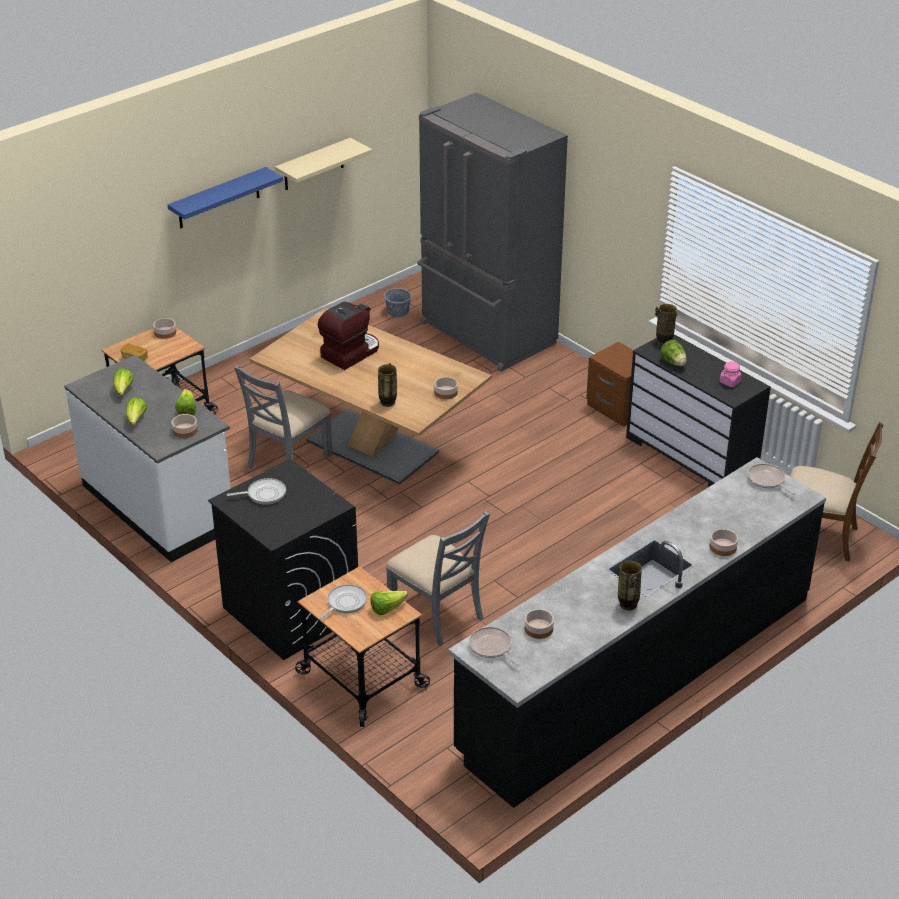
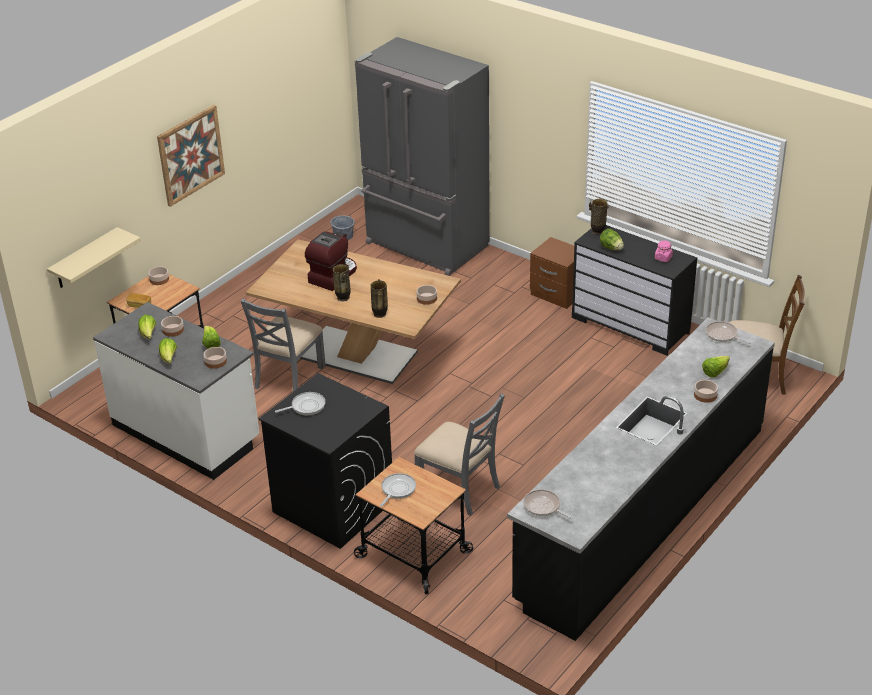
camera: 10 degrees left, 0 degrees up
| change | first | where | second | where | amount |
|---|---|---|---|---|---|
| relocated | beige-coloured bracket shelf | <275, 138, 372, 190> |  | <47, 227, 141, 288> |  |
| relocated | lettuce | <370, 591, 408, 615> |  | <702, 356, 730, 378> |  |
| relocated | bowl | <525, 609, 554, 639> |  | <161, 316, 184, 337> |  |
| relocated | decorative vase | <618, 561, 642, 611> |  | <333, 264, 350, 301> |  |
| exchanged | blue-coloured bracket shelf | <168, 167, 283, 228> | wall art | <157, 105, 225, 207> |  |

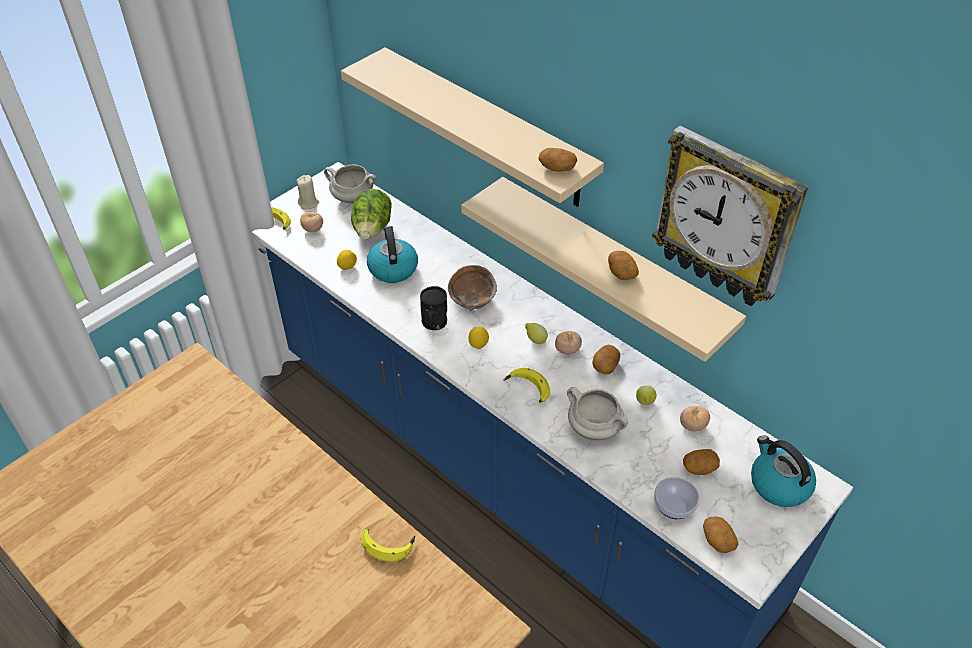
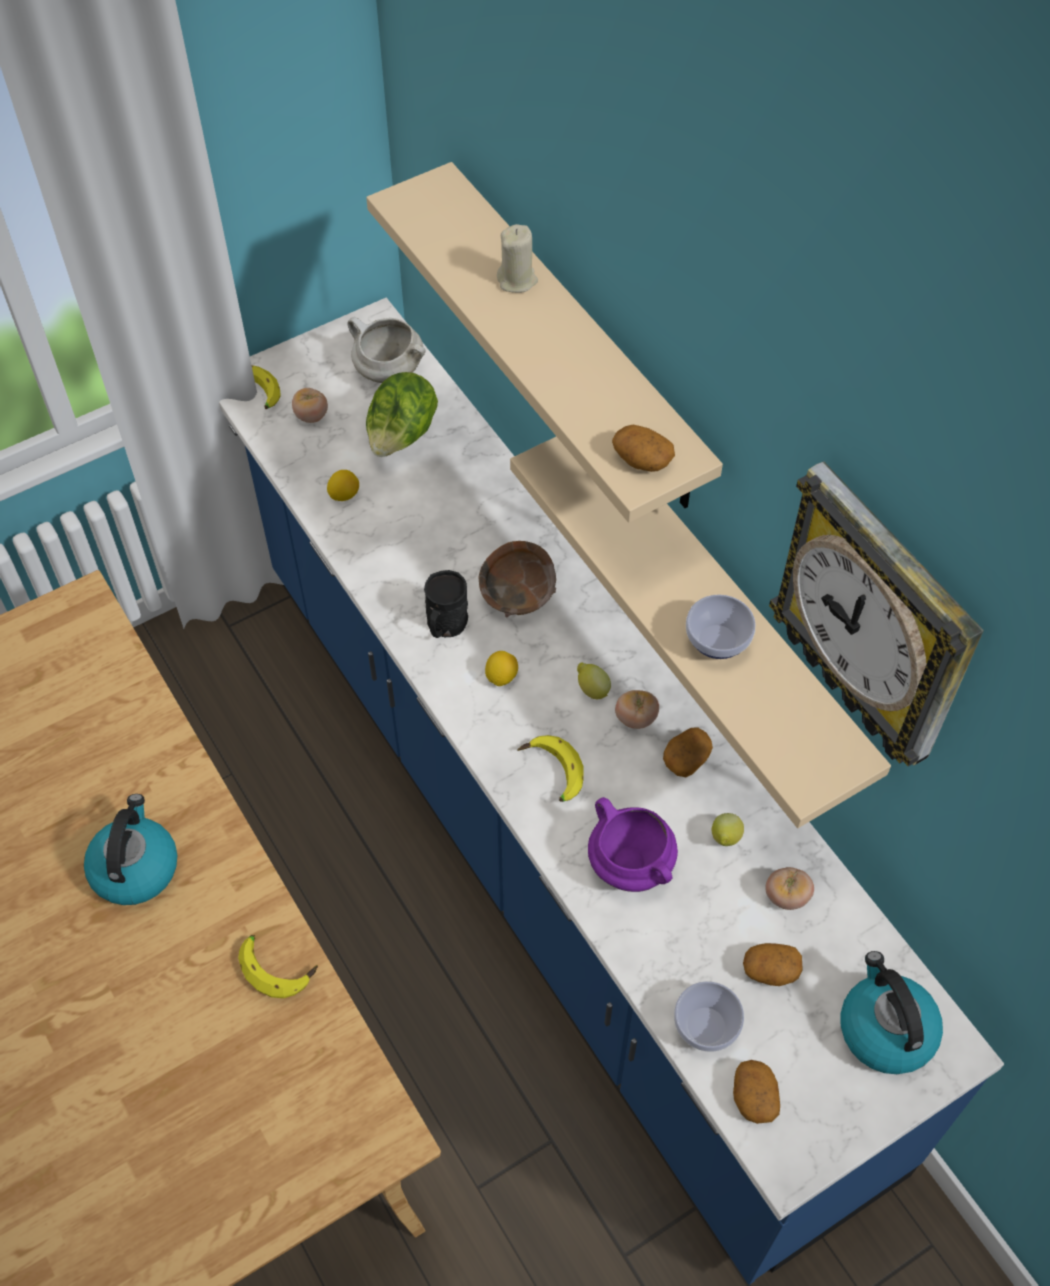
camera: 15 degrees right, 10 degrees up
| change | first | where | second | where | amount |
|---|---|---|---|---|---|
| relocated | beige-coloured candle | <296, 175, 319, 209> |  | <497, 224, 538, 293> |  |
| relocated | water kettle | <367, 226, 418, 283> |  | <84, 794, 177, 905> |  |
| exchanged | potato | <608, 251, 639, 280> | bowl | <686, 595, 755, 659> |  |
| colour | whitish cooking pot | <567, 387, 628, 440> | purple cooking pot | <588, 797, 678, 892> |  |

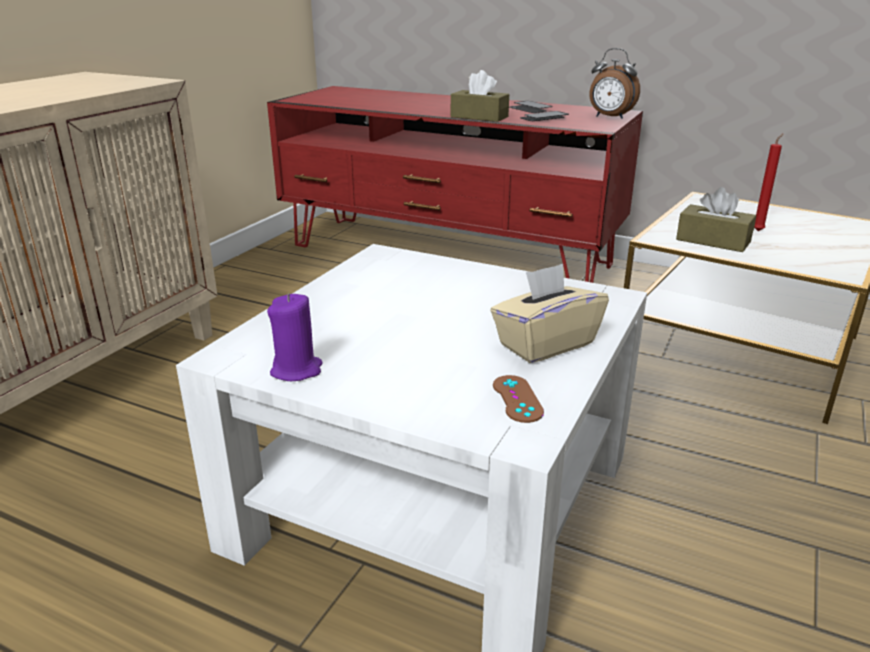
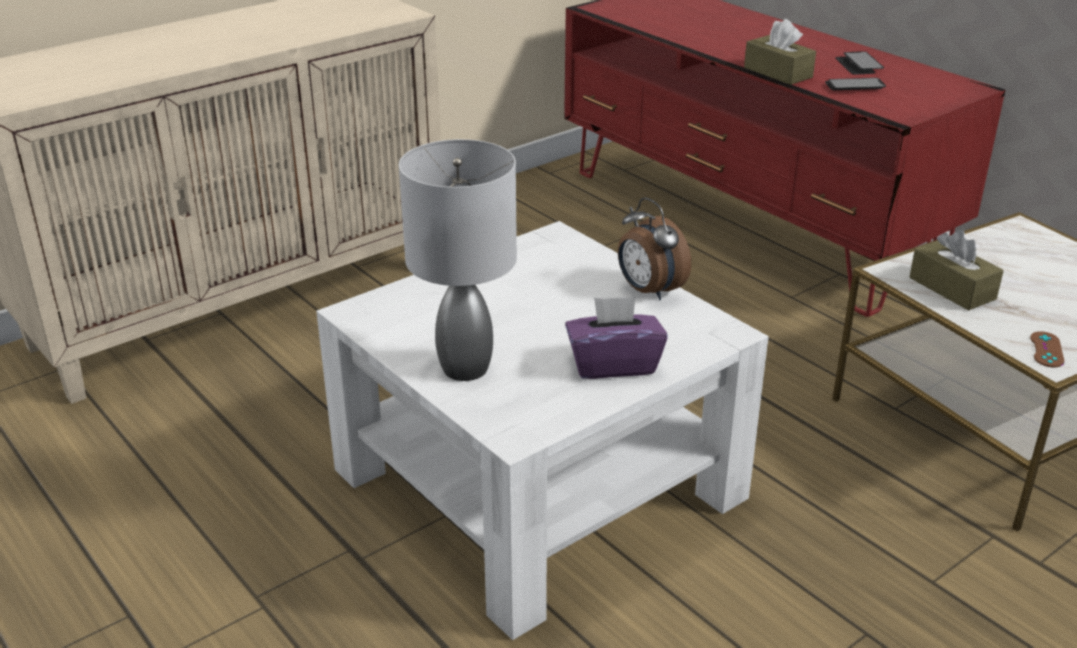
camera: 25 degrees right, 5 degrees up
| change | first | where | second | where | amount |
|---|---|---|---|---|---|
| missing | purple candle | <267, 293, 323, 381> |  |  |  |
| missing | red-coloured candle | <754, 133, 783, 231> |  |  |  |
| appeared |  |  | gray table lamp | <399, 139, 517, 381> |  |
| relocated | brown game controller | <493, 375, 544, 423> |  | <1030, 331, 1064, 368> |  |
| relocated | table clock | <589, 48, 640, 119> |  | <618, 197, 691, 300> |  |
| colour | beige-coloured tissue box | <490, 264, 609, 363> | purple tissue box | <565, 297, 668, 379> |  |

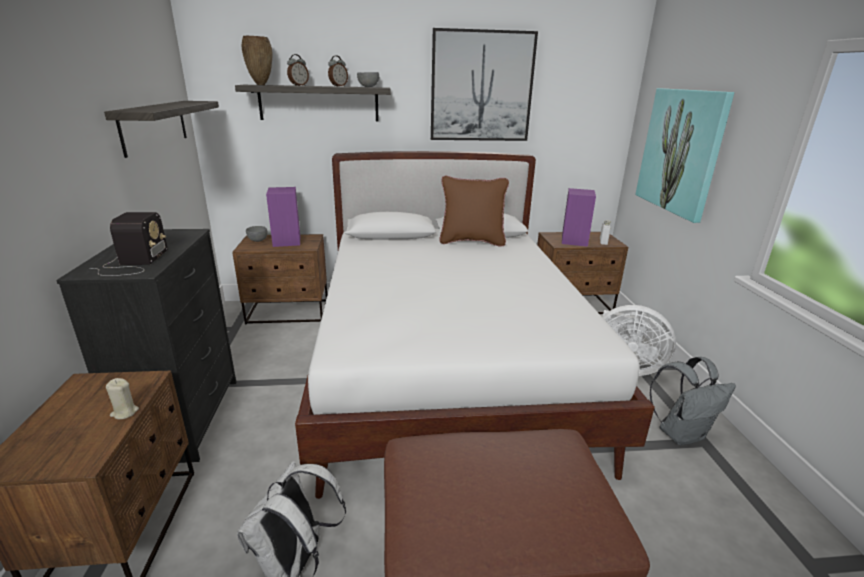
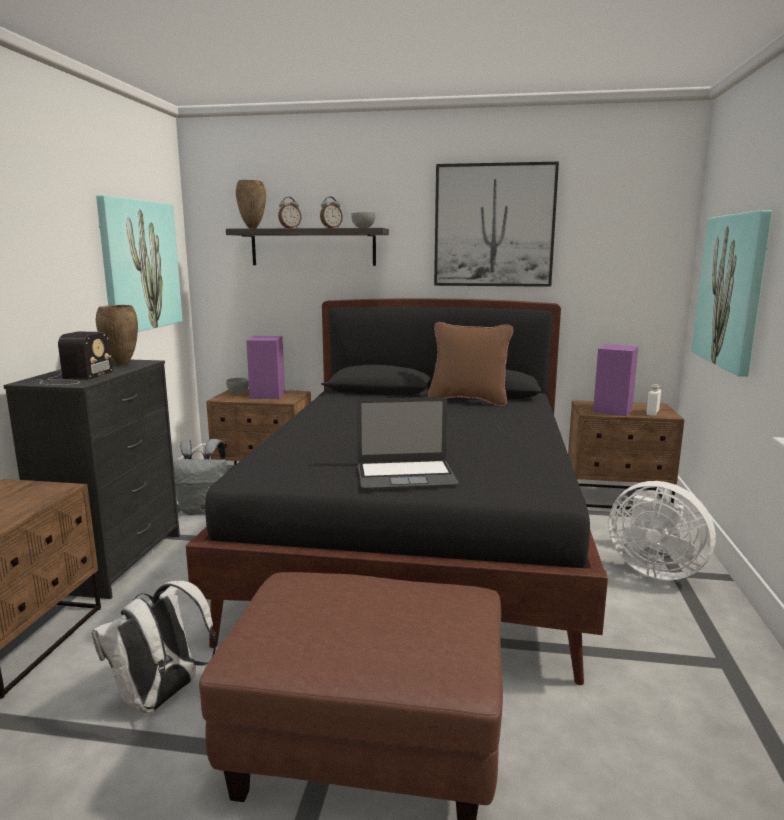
camera: 15 degrees right, 10 degrees down
| change | first | where | second | where | amount |
|---|---|---|---|---|---|
| missing | beige-coloured candle | <106, 378, 139, 419> |  |  |  |
| appeared |  |  | brown decorative vase | <96, 305, 138, 366> |  |
| appeared |  |  | notebook computer | <357, 397, 459, 489> |  |
| relocated | gray knapsack | <650, 357, 736, 445> |  | <173, 439, 227, 515> |  |
| exchanged | bracket shelf | <104, 101, 219, 158> | wall art | <96, 195, 183, 332> |  |
| colour | whitish sleeping bed | <295, 151, 655, 499> | black-coloured sleeping bed | <186, 298, 608, 685> |  |

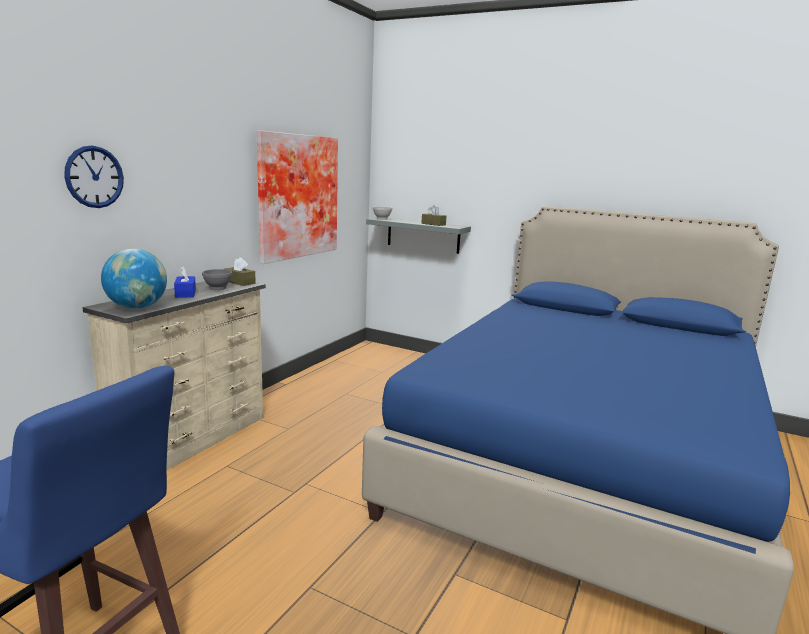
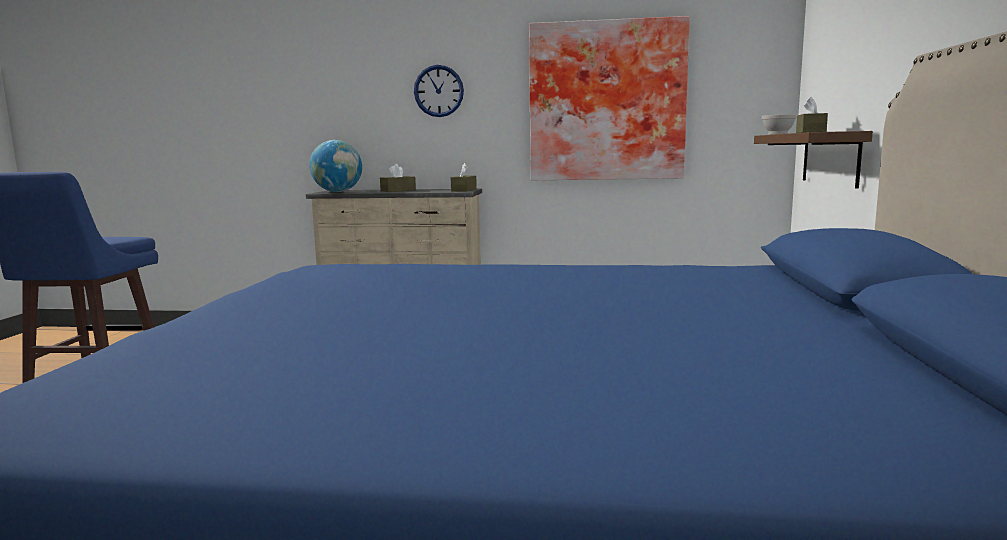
camera: 70 degrees right, 5 degrees down
| change | first | where | second | where | amount |
|---|---|---|---|---|---|
| missing | gray bowl | <202, 269, 232, 290> |  |  |  |
| relocated | clock on the wall | <64, 146, 124, 208> |  | <414, 65, 464, 117> |  |
| colour | blue-coloured tissue box | <174, 266, 196, 298> | brown tissue box | <380, 164, 416, 192> |  |
| colour | gray bracket shelf | <366, 218, 471, 254> | brown bracket shelf | <754, 131, 873, 189> |  |

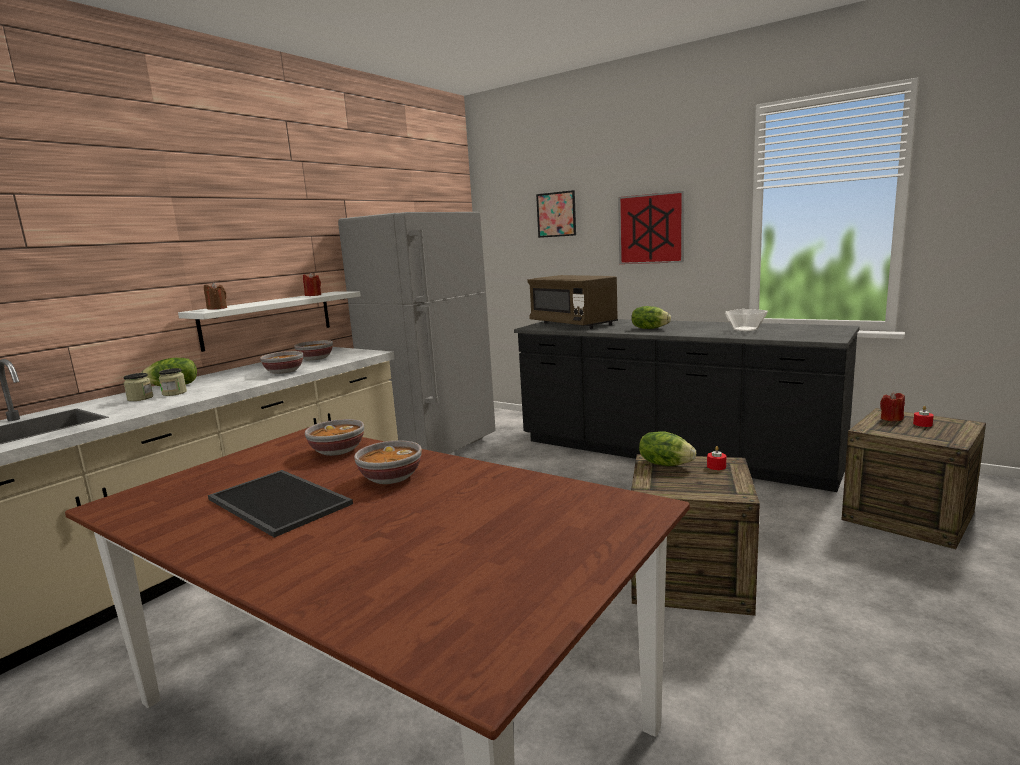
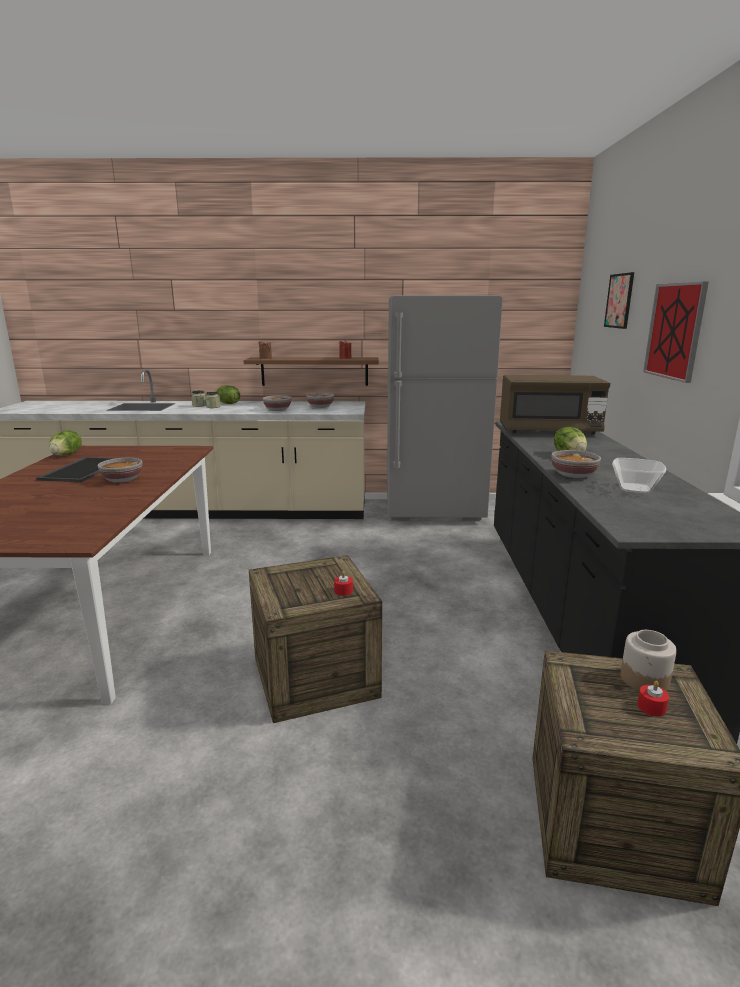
camera: 55 degrees right, 5 degrees up
| change | first | where | second | where | amount |
|---|---|---|---|---|---|
| relocated | bowl | <305, 419, 364, 456> |  | <551, 450, 601, 478> |  |
| relocated | lettuce | <639, 431, 696, 466> |  | <49, 430, 82, 456> |  |
| exchanged | red-coloured candle | <880, 392, 905, 421> | jar | <621, 630, 677, 691> |  |
| colour | whitish bracket shelf | <178, 291, 361, 352> | brown bracket shelf | <244, 357, 379, 386> |  |
| spun | brown microwave | <528, 275, 618, 329> |  | <500, 375, 610, 435> | 105 degrees counterclockwise |

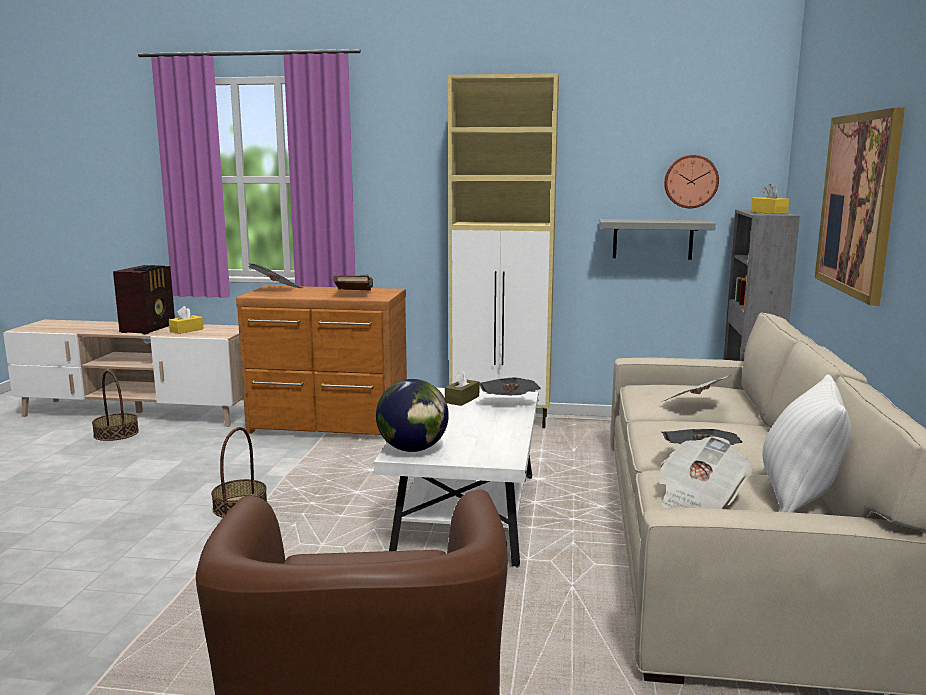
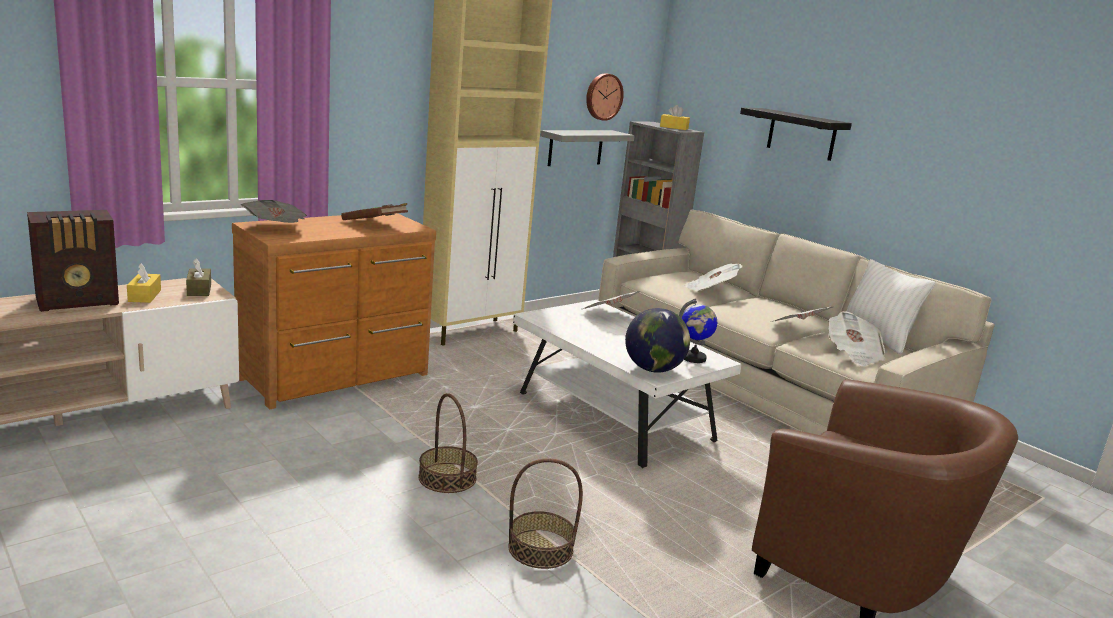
camera: 50 degrees left, 5 degrees up
| change | first | where | second | where | amount |
|---|---|---|---|---|---|
| appeared |  |  | globe | <679, 299, 717, 363> |  |
| relocated | household basket | <92, 370, 139, 441> |  | <508, 458, 583, 569> |  |
| relocated | brown tissue box | <445, 369, 479, 406> |  | <186, 258, 211, 296> |  |
| exchanged | wall art | <815, 108, 905, 306> | black-coloured bracket shelf | <740, 108, 852, 161> |  |
| spun | radio | <113, 265, 175, 334> |  | <27, 210, 119, 312> | 90 degrees clockwise |

